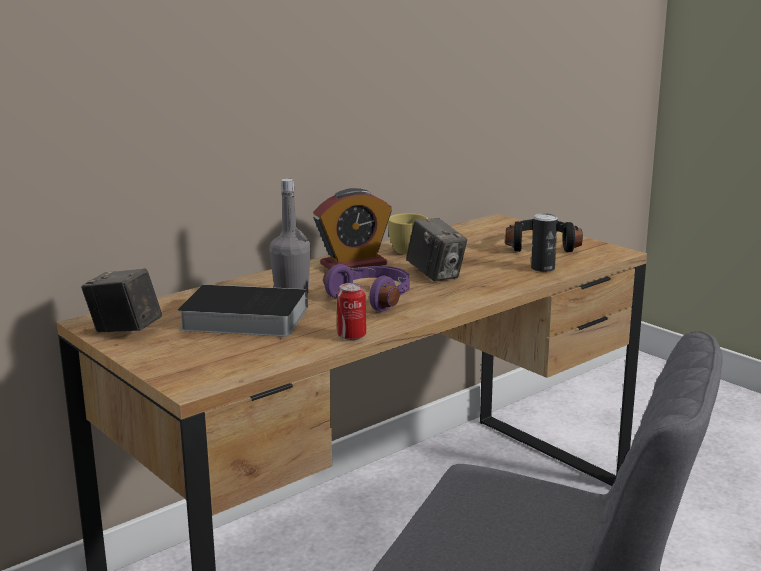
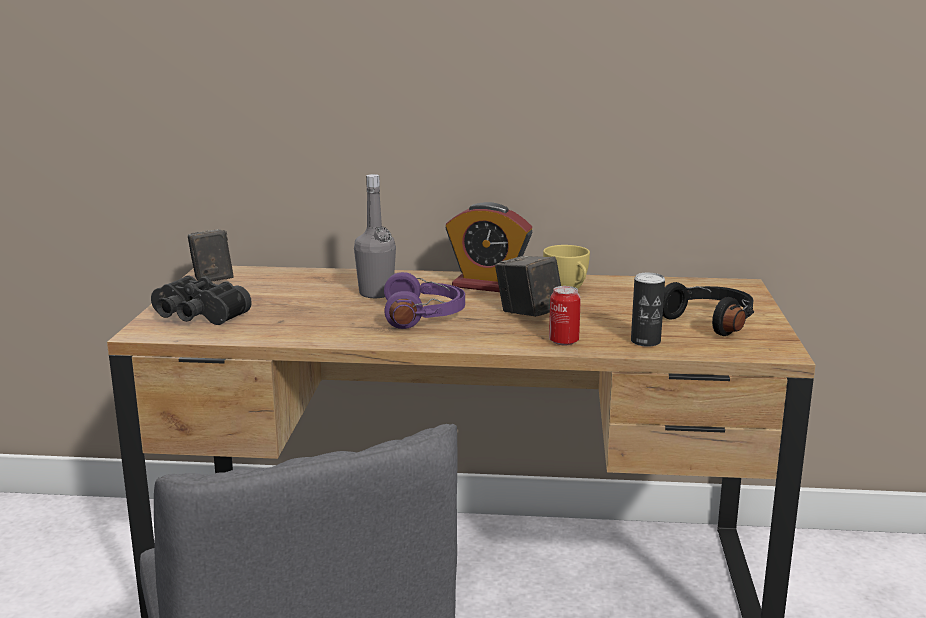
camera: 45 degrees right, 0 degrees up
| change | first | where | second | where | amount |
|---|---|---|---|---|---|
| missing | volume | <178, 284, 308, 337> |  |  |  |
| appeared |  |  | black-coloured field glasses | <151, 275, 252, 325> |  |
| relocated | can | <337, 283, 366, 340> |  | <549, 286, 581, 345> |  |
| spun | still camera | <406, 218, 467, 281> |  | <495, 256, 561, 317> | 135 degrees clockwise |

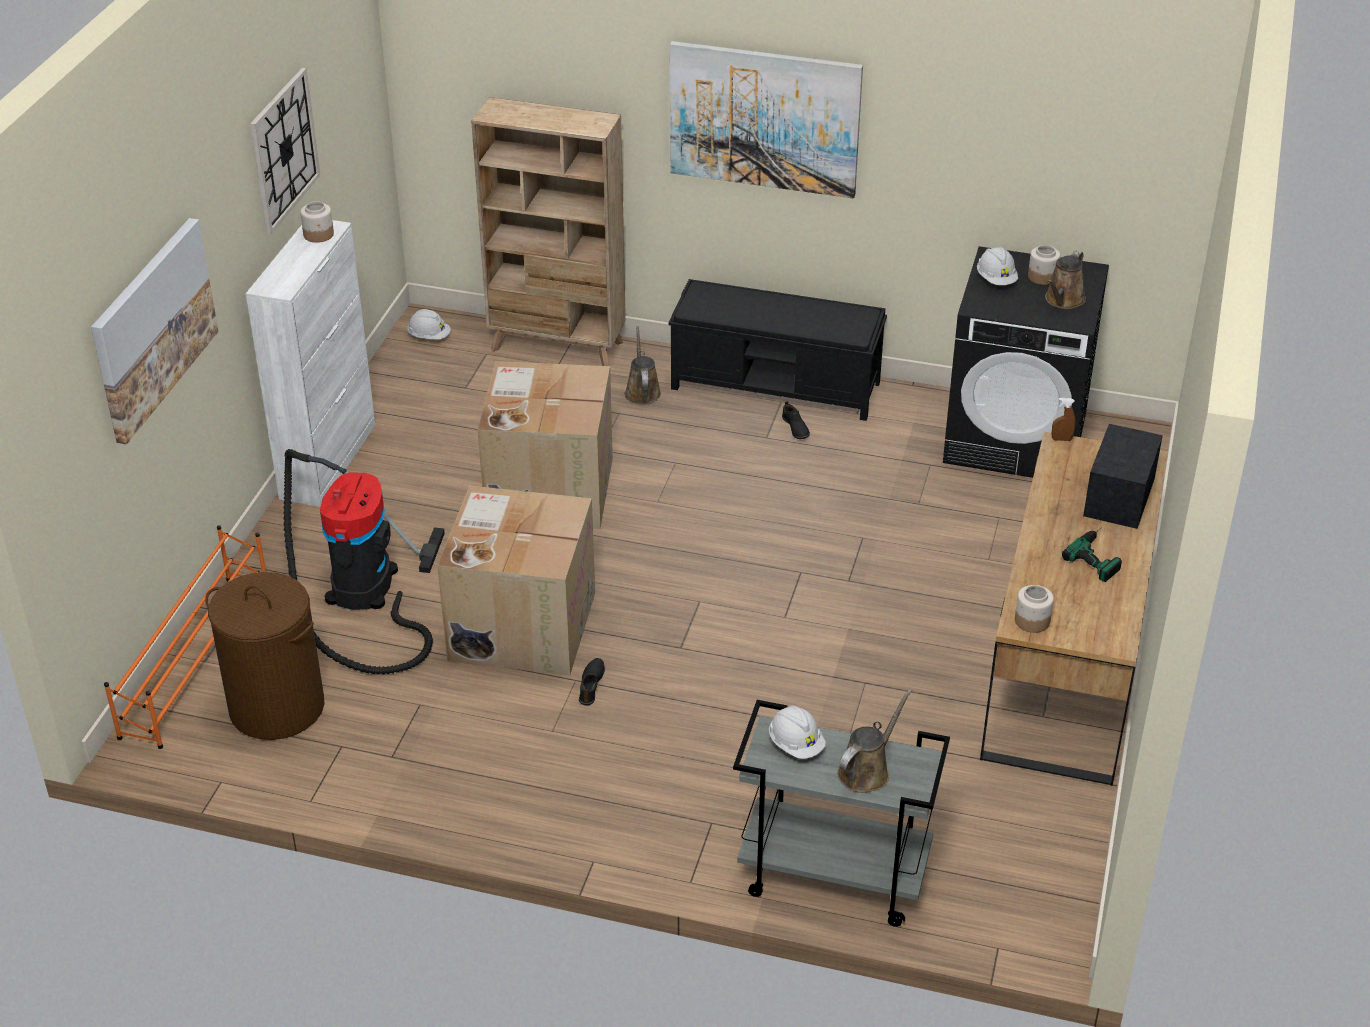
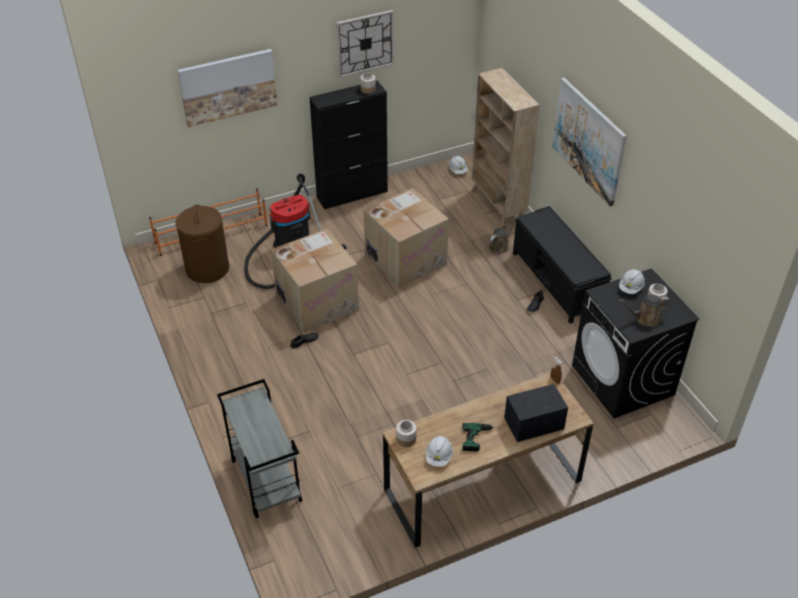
camera: 50 degrees right, 5 degrees up
| change | first | where | second | where | amount |
|---|---|---|---|---|---|
| missing | brown watering can | <837, 689, 912, 793> |  |  |  |
| relocated | whitish hard hat | <769, 705, 826, 759> |  | <426, 436, 453, 467> |  |
| colour | whitish storage cabinet | <246, 220, 375, 507> | black-coloured storage cabinet | <309, 81, 388, 209> |  |

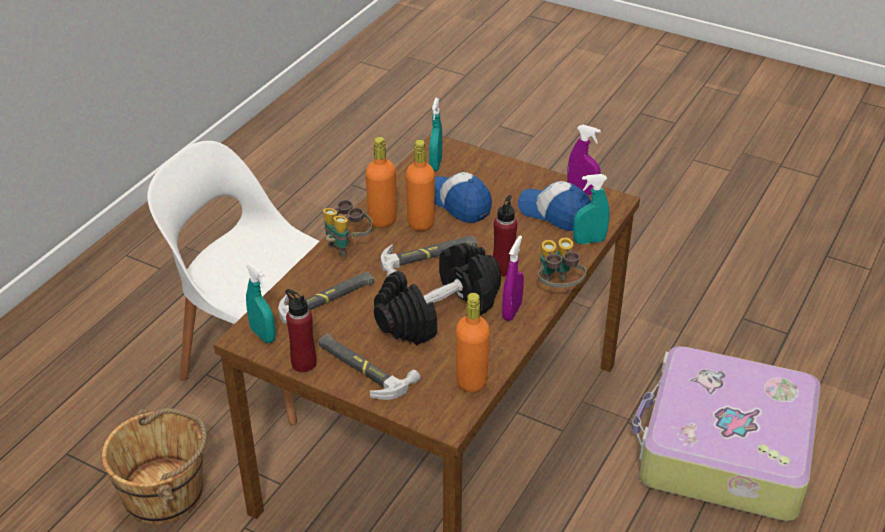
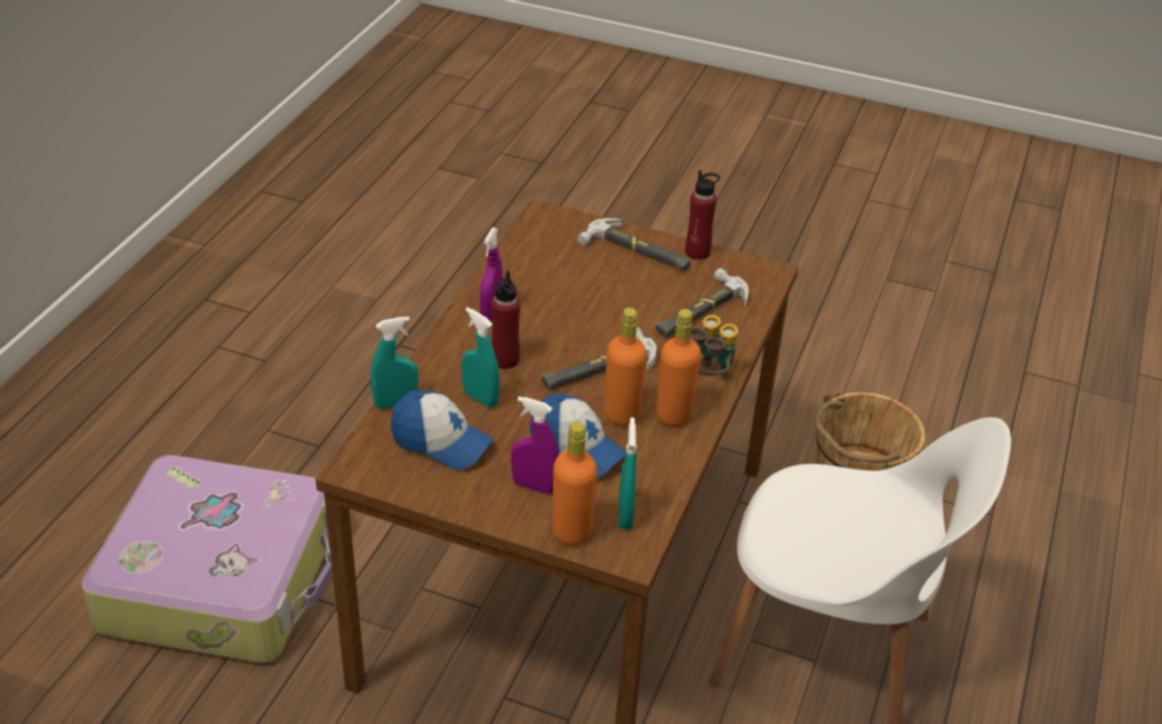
camera: 170 degrees right, 0 degrees up
| change | first | where | second | where | amount |
|---|---|---|---|---|---|
| missing | black-coloured dumbbell | <374, 243, 501, 345> |  |  |  |
| missing | field glasses | <538, 237, 586, 288> |  |  |  |
| relocated | turquoise hand sprayer | <246, 263, 276, 343> |  | <462, 307, 500, 408> |  |
| relocated | orange bottle | <456, 293, 490, 392> |  | <552, 421, 597, 546> |  |
| relocated | purple hand sprayer | <567, 125, 601, 195> |  | <511, 396, 559, 494> |  |

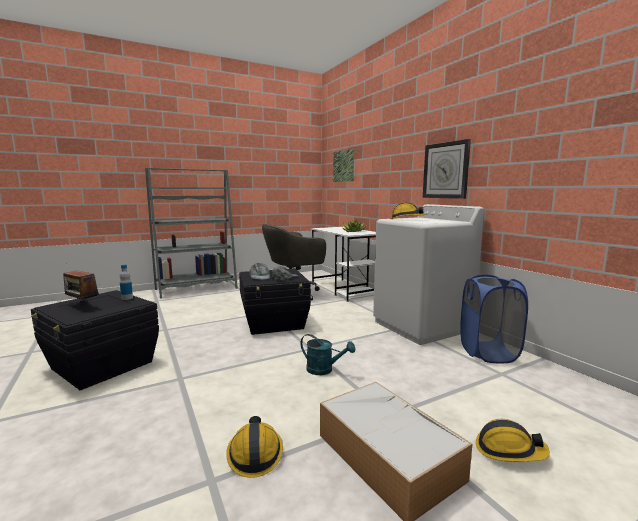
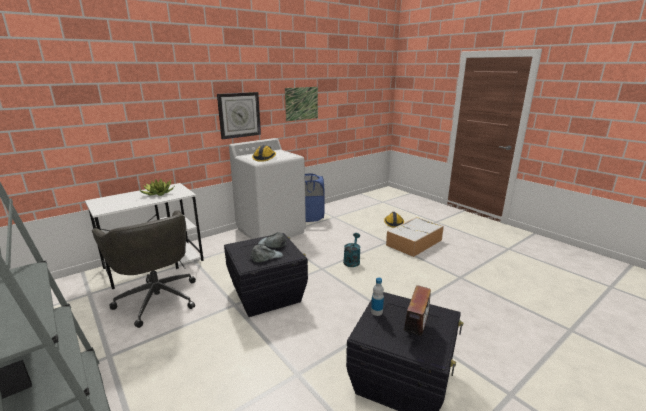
camera: 100 degrees left, 10 degrees up
| change | first | where | second | where | amount |
|---|---|---|---|---|---|
| missing | hard hat | <226, 416, 283, 478> |  |  |  |
| relocated | wall art | <333, 148, 354, 182> |  | <285, 87, 318, 121> |  |

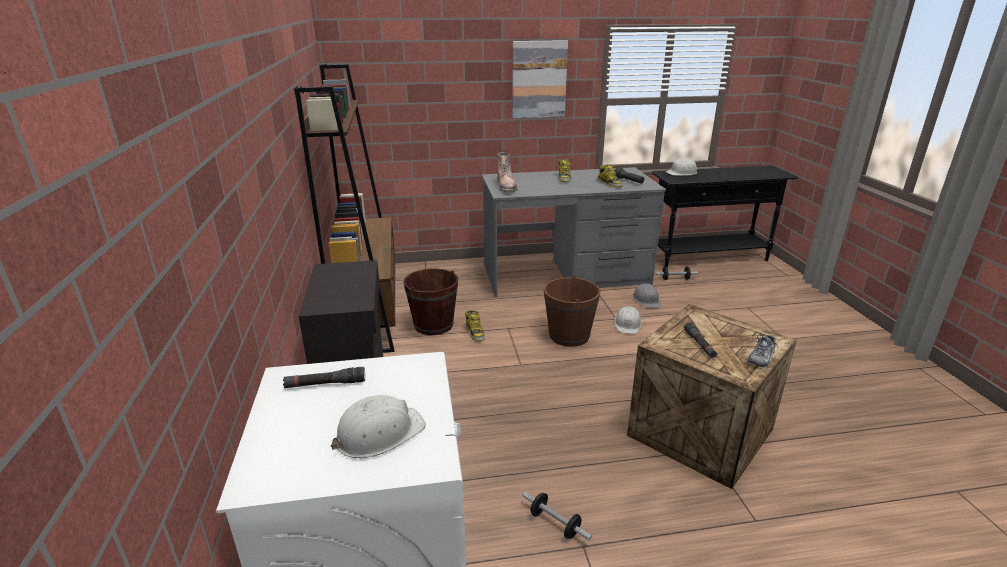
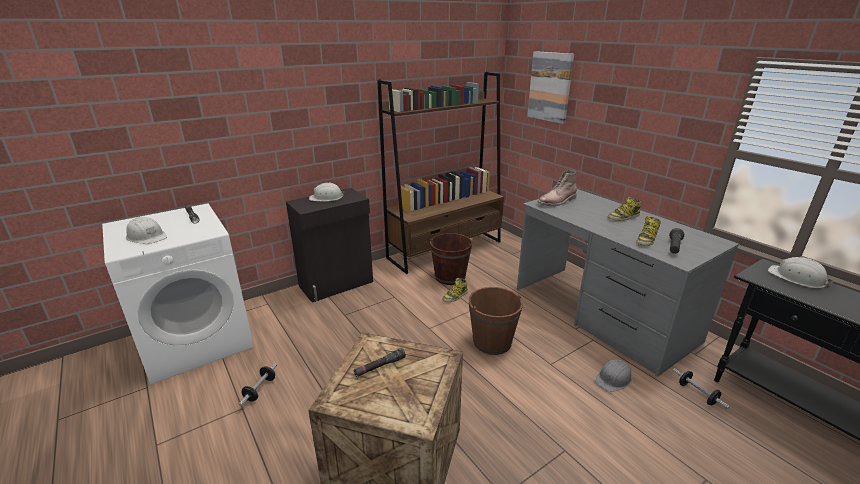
camera: 65 degrees right, 0 degrees up
| change | first | where | second | where | amount |
|---|---|---|---|---|---|
| missing | item of footwear | <747, 334, 778, 367> |  |  |  |
| relocated | wall art | <512, 40, 568, 118> |  | <527, 51, 574, 124> |  |
| relocated | whitish hard hat | <614, 306, 642, 334> |  | <309, 182, 344, 201> |  |

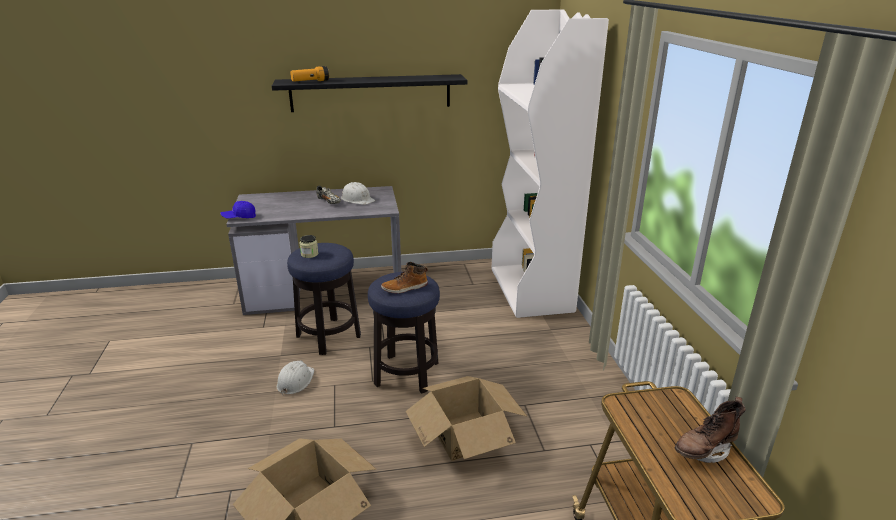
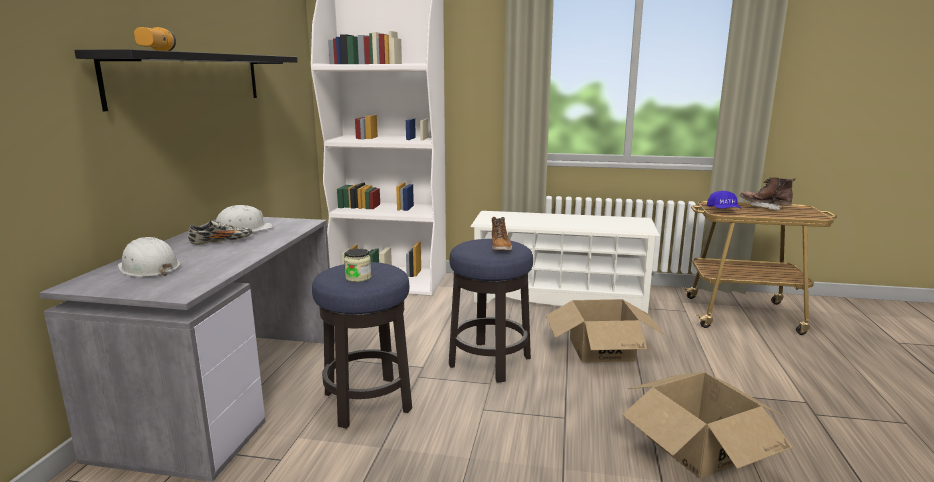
camera: 70 degrees left, 10 degrees down
| change | first | where | second | where | amount |
|---|---|---|---|---|---|
| appeared |  |  | whitish shoe rack | <470, 211, 660, 314> |  |
| relocated | blue-coloured cap | <220, 201, 256, 218> |  | <707, 190, 742, 209> |  |
| relocated | whitish hard hat | <277, 361, 314, 395> |  | <118, 237, 180, 277> |  |
| spun | brown boot | <675, 397, 746, 463> |  | <739, 177, 796, 211> | 135 degrees clockwise |

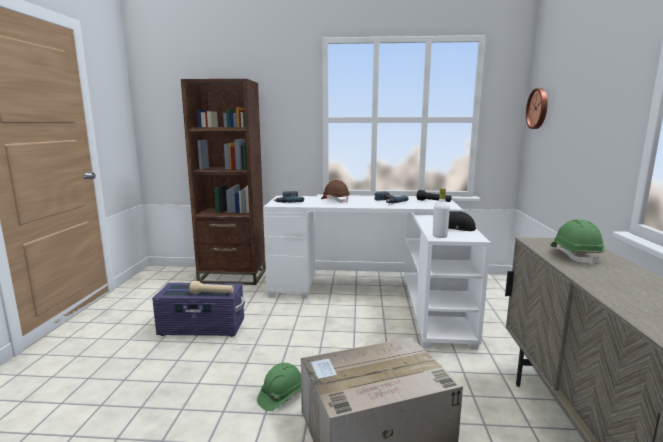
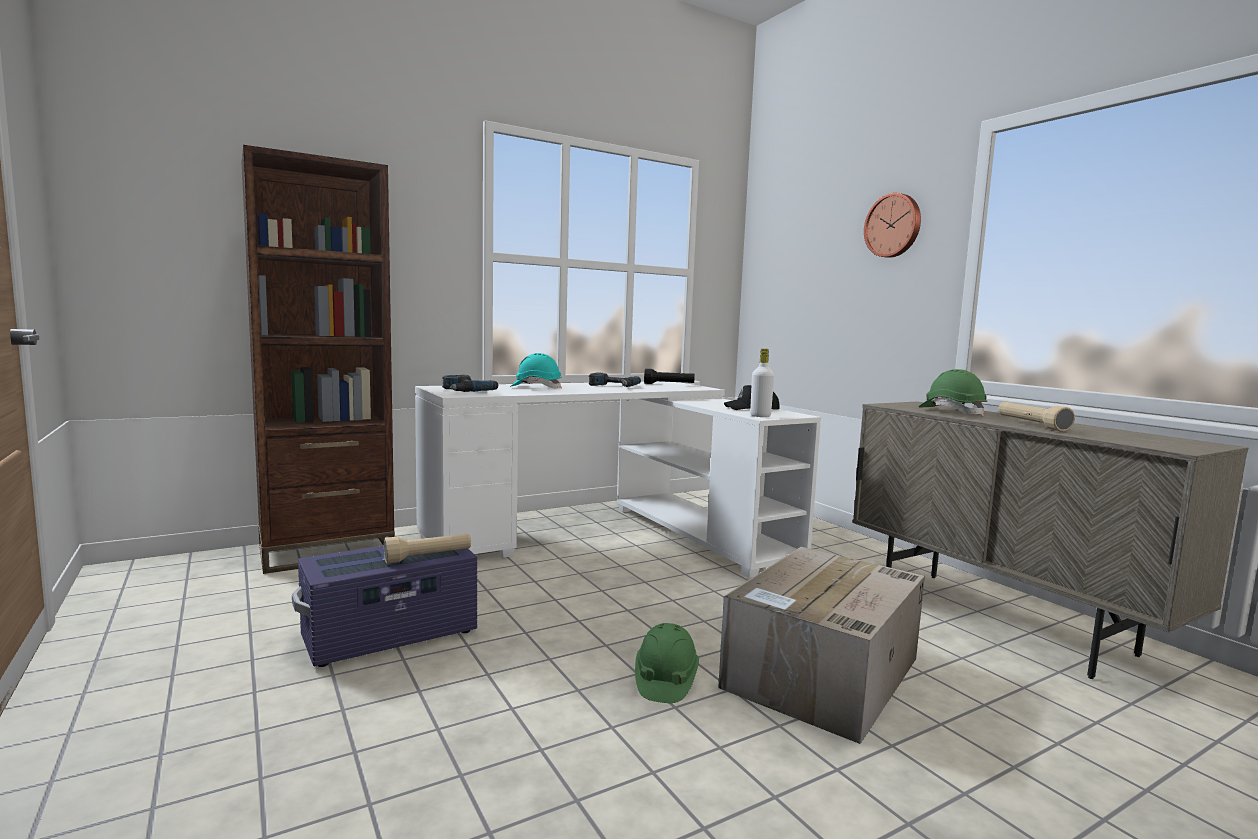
camera: 35 degrees left, 5 degrees down
| change | first | where | second | where | amount |
|---|---|---|---|---|---|
| appeared |  |  | beige-coloured torch | <998, 402, 1075, 432> |  |
| relocated | clock on the wall | <526, 88, 548, 129> |  | <864, 193, 921, 258> |  |
| colour | brown hard hat | <321, 180, 350, 203> | turquoise hard hat | <510, 353, 562, 389> |  |

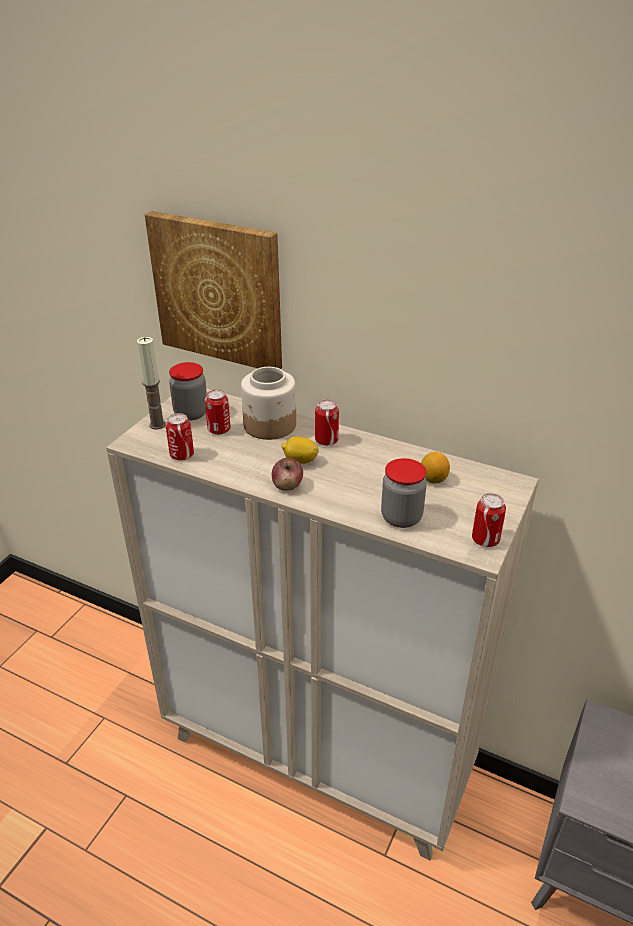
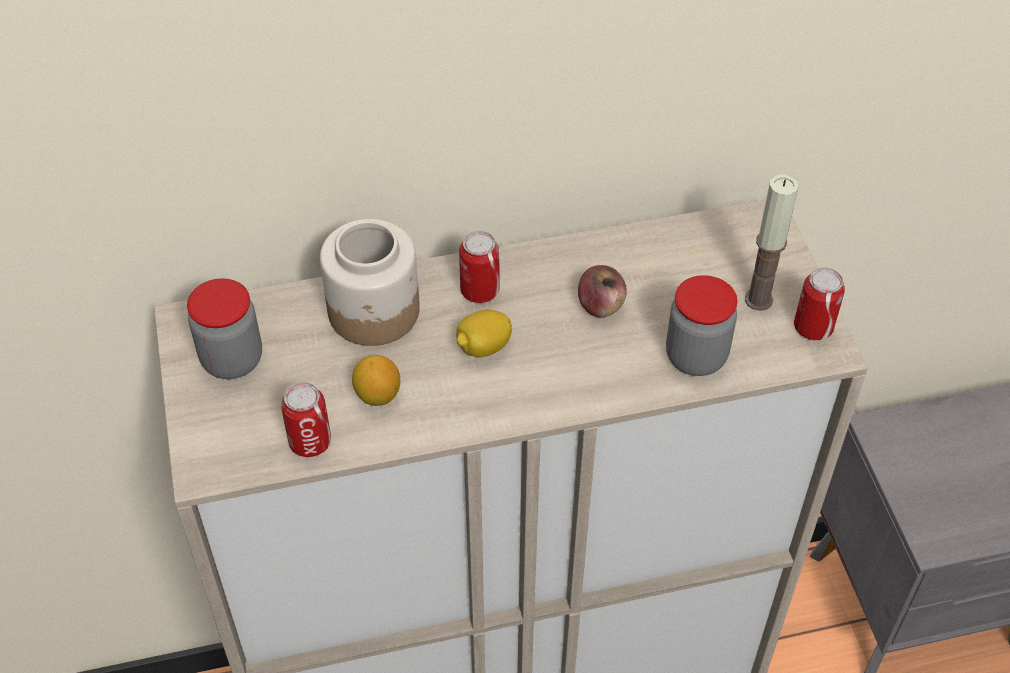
camera: 40 degrees left, 15 degrees up
| change | first | where | second | where | amount |
|---|---|---|---|---|---|
| missing | wall art | <145, 211, 282, 369> |  |  |  |
| missing | can | <205, 389, 231, 435> |  |  |  |
| relocated | candle | <137, 337, 166, 429> |  | <745, 175, 799, 311> |  |
| relocated | apple | <272, 458, 303, 491> |  | <578, 265, 627, 317> |  |
| relocated | lemon | <421, 452, 450, 484> |  | <352, 355, 400, 406> |  |

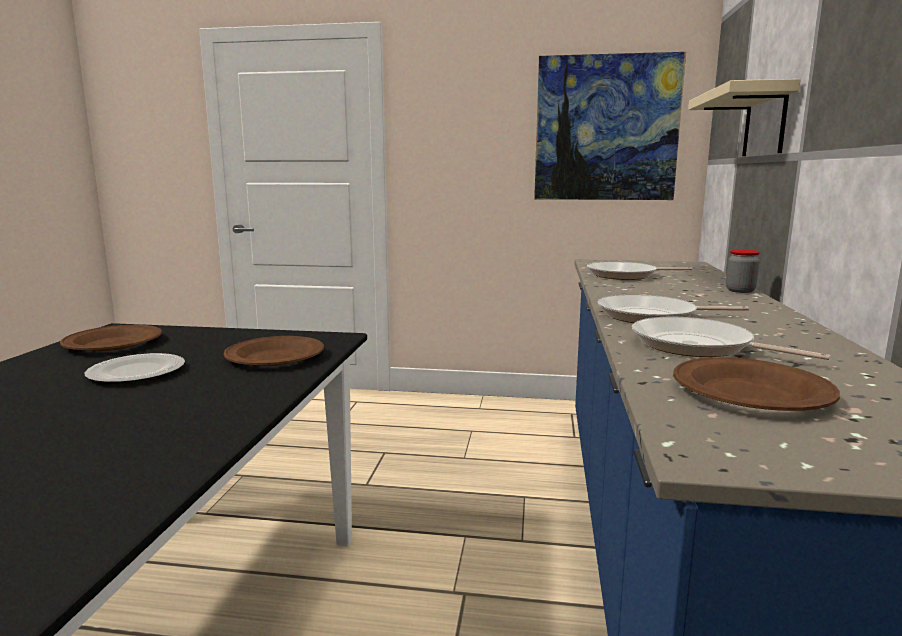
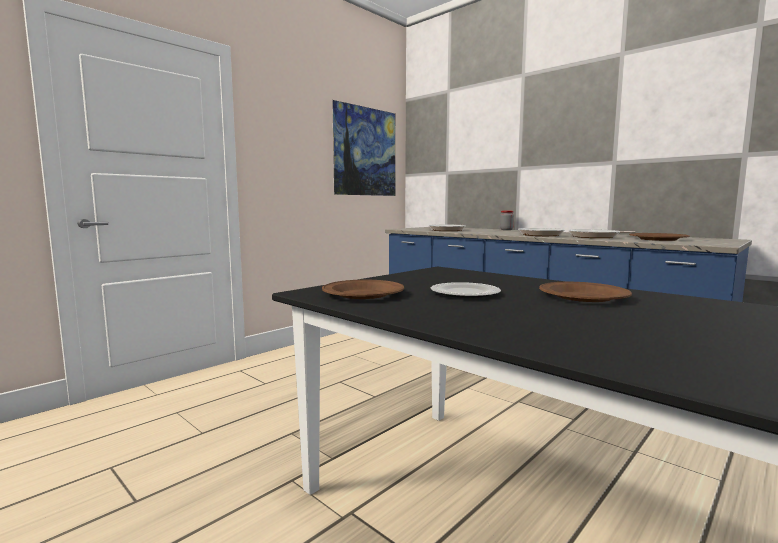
camera: 55 degrees left, 5 degrees down
| change | first | where | second | where | amount |
|---|---|---|---|---|---|
| missing | beige-coloured bracket shelf | <688, 79, 801, 156> |  |  |  |
| relocated | brown dinner plate | <224, 336, 324, 366> |  | <539, 282, 632, 302> |  |

